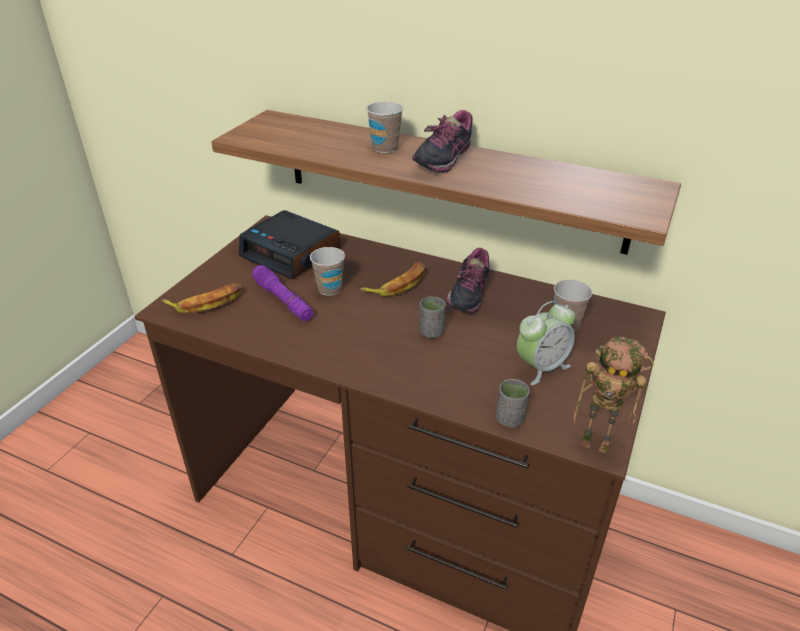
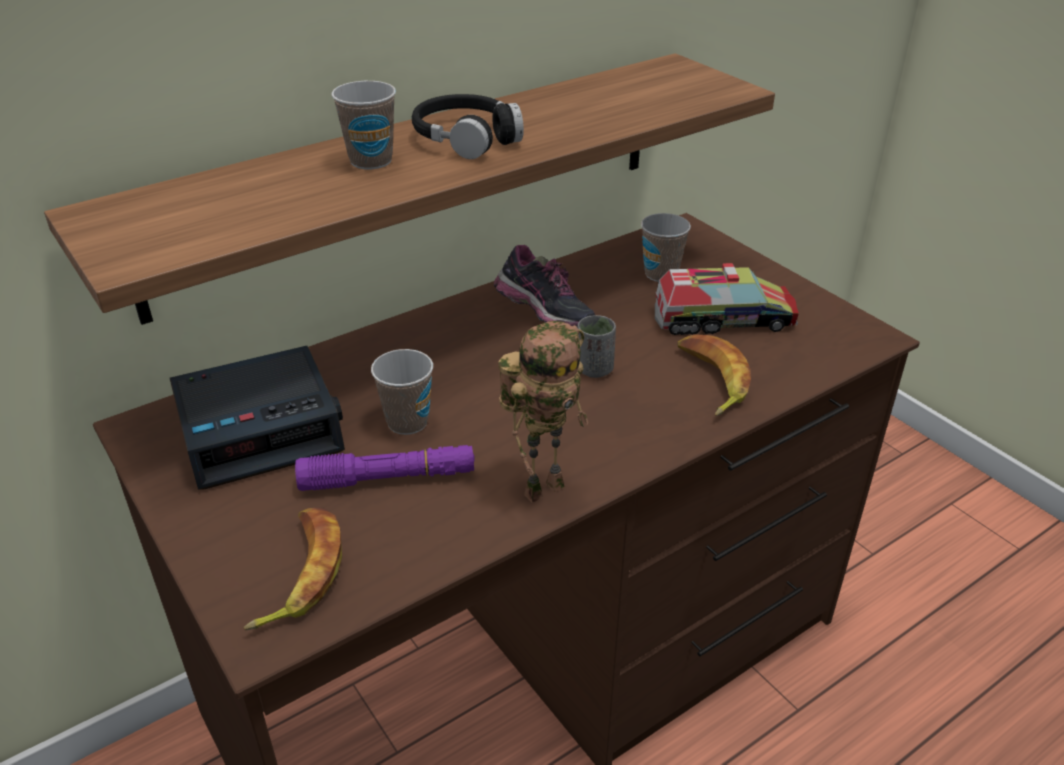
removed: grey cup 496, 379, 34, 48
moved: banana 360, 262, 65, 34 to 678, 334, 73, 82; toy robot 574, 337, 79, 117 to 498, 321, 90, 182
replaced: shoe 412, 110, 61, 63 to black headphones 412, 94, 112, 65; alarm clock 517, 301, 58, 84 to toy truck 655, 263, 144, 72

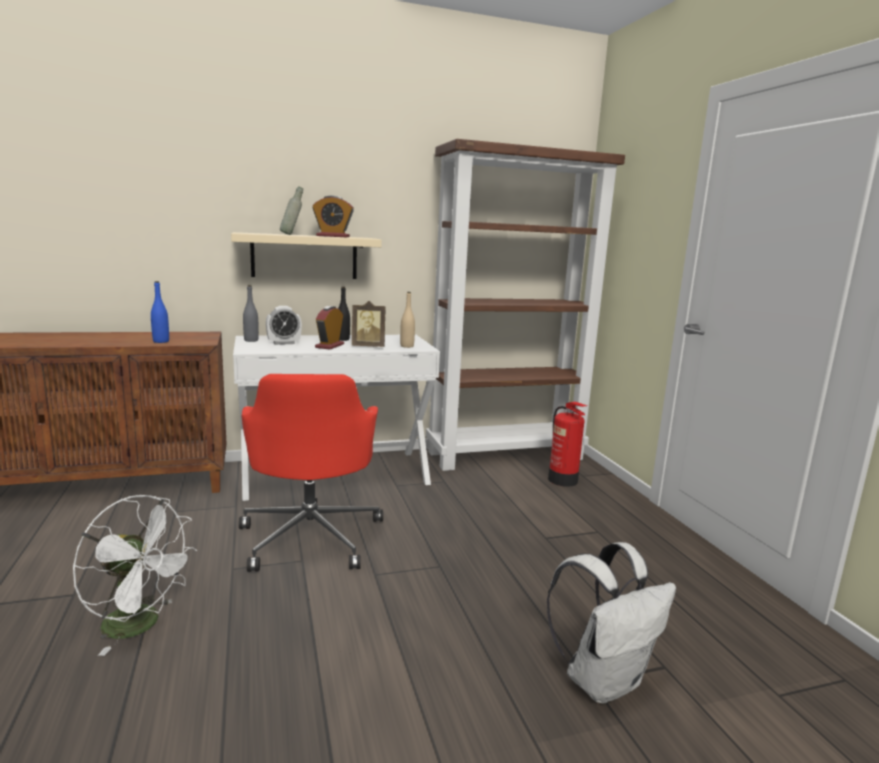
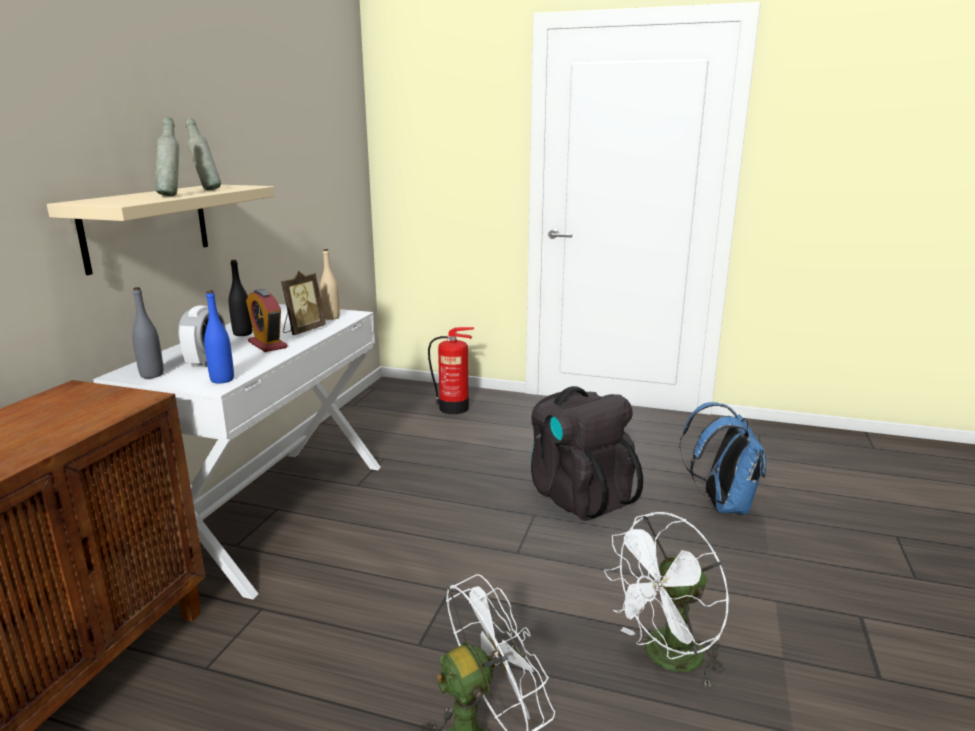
removed: red office chair 239, 374, 144, 198; brown bookcase 426, 139, 199, 332
added: black backpack 530, 386, 113, 135; white fan 604, 512, 125, 174
moved: blue bottle 151, 281, 18, 62 to 204, 291, 30, 93
replaced: alarm clock 312, 195, 42, 42 to grey bottle 185, 118, 36, 72
recoloured: white backpack 546, 542, 130, 162 to blue backpack 679, 402, 87, 113

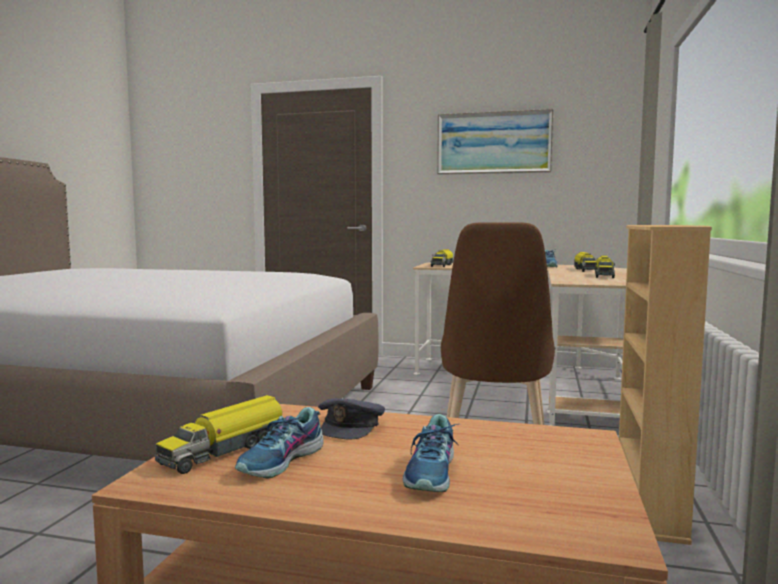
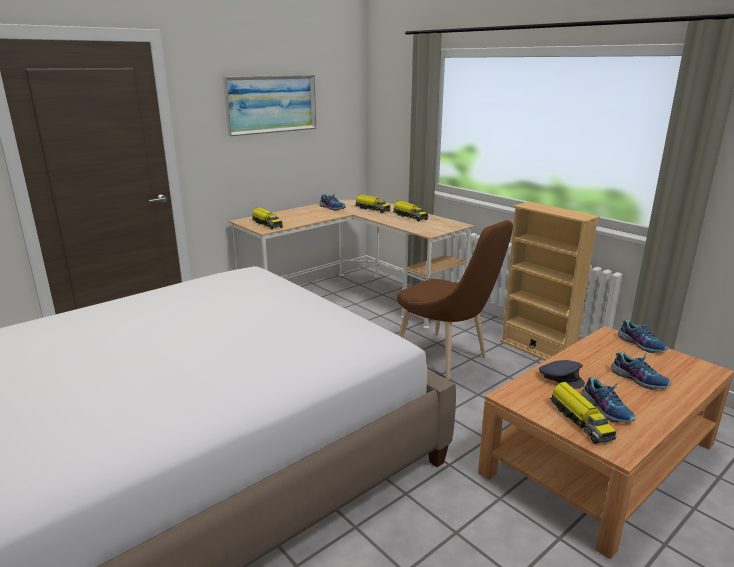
added: shoe 618, 320, 51, 33

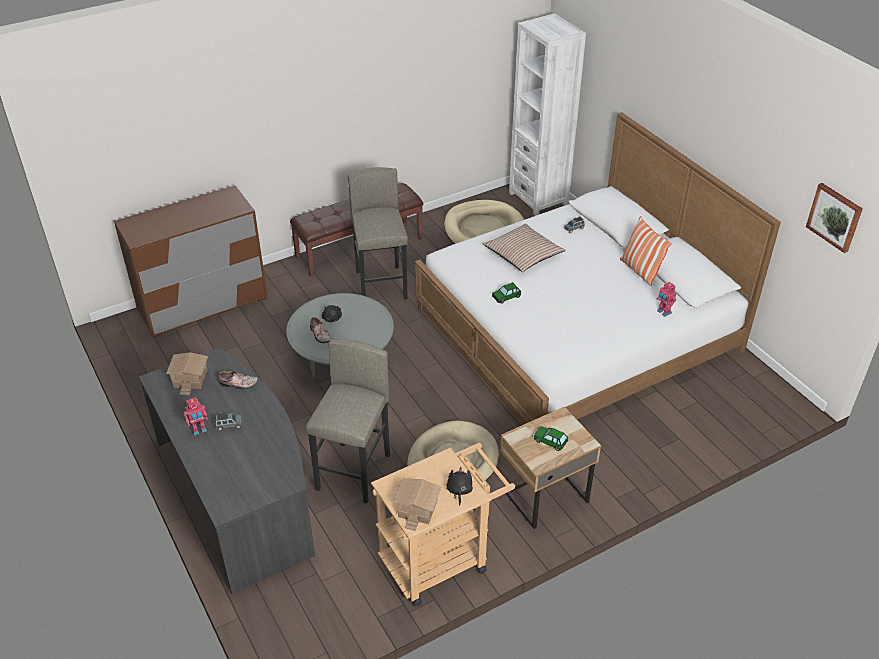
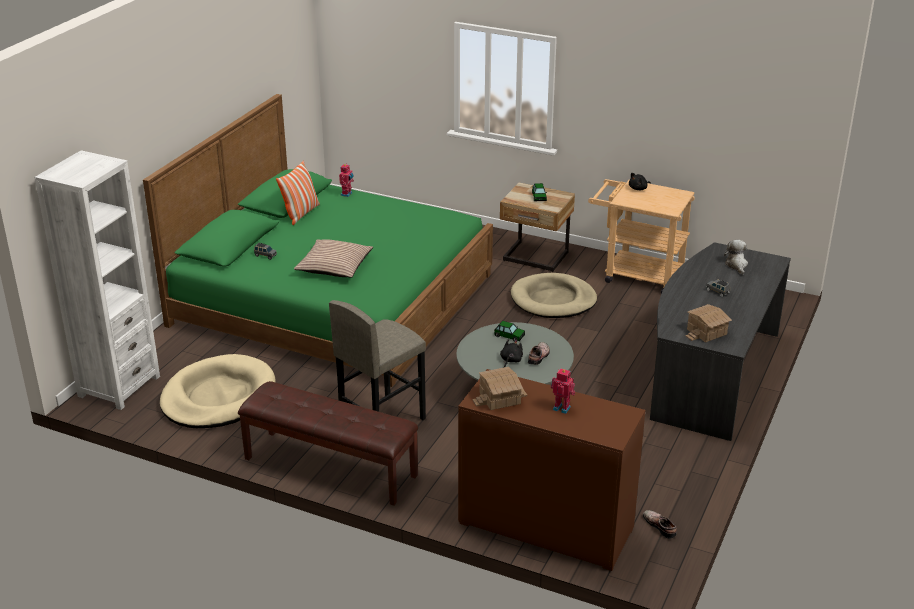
removed: grey stool 306, 339, 84, 164; picture 806, 183, 57, 70
added: plush toy 724, 240, 24, 35
moved: toy robot 184, 397, 24, 39 to 551, 368, 24, 46; shoe 218, 371, 40, 19 to 643, 510, 34, 29; toy house 393, 478, 49, 53 to 473, 367, 54, 43; toy car 492, 282, 29, 22 to 494, 321, 31, 21
recoloured: white bed 415, 112, 366, 313 to green bed 143, 94, 350, 293

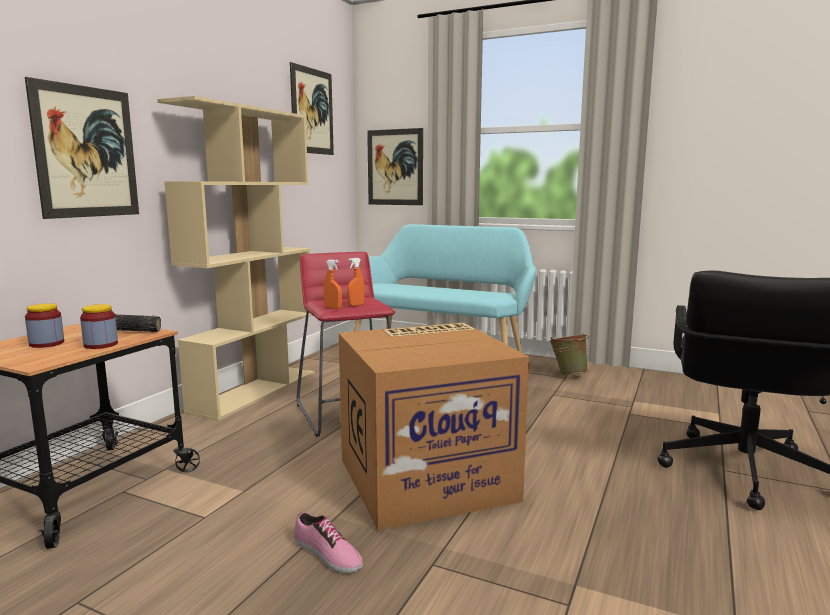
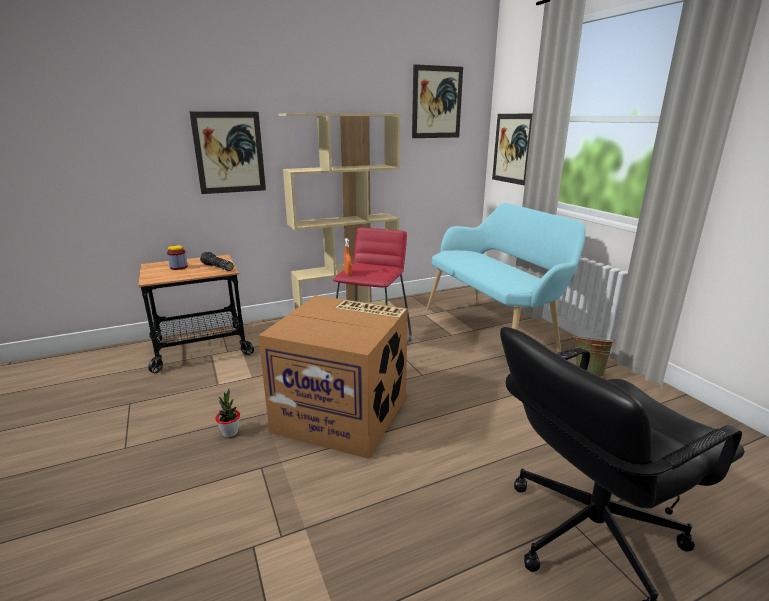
removed: jar 80, 304, 38, 45; orange spray bottle 347, 258, 18, 48
replaced: shoe 294, 512, 69, 61 to potted plant 215, 389, 25, 48

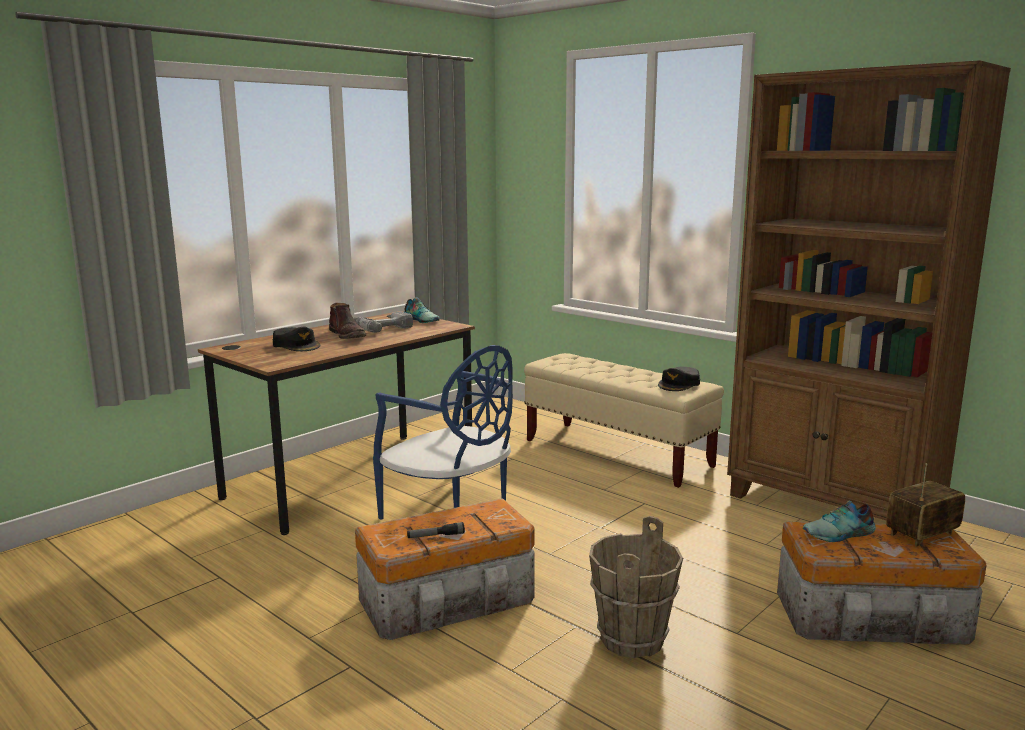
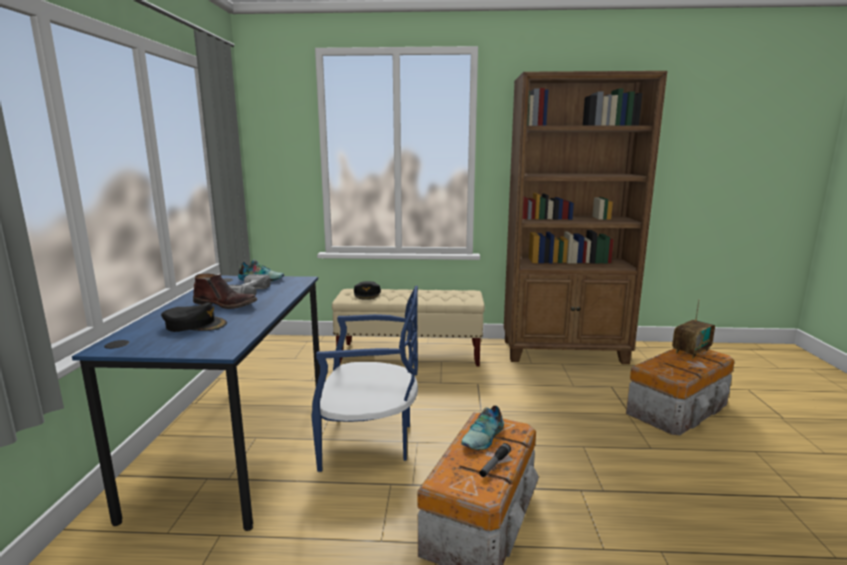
removed: brown bucket 589, 516, 94, 142
moved: black cap 658, 367, 42, 24 to 354, 281, 27, 19; shoe 803, 501, 73, 41 to 461, 405, 43, 45
recoloured: brown desk 198, 311, 277, 224 to blue desk 72, 276, 248, 255
turned: radio 886, 463, 79, 84 = 672, 299, 43, 59 150 degrees counterclockwise

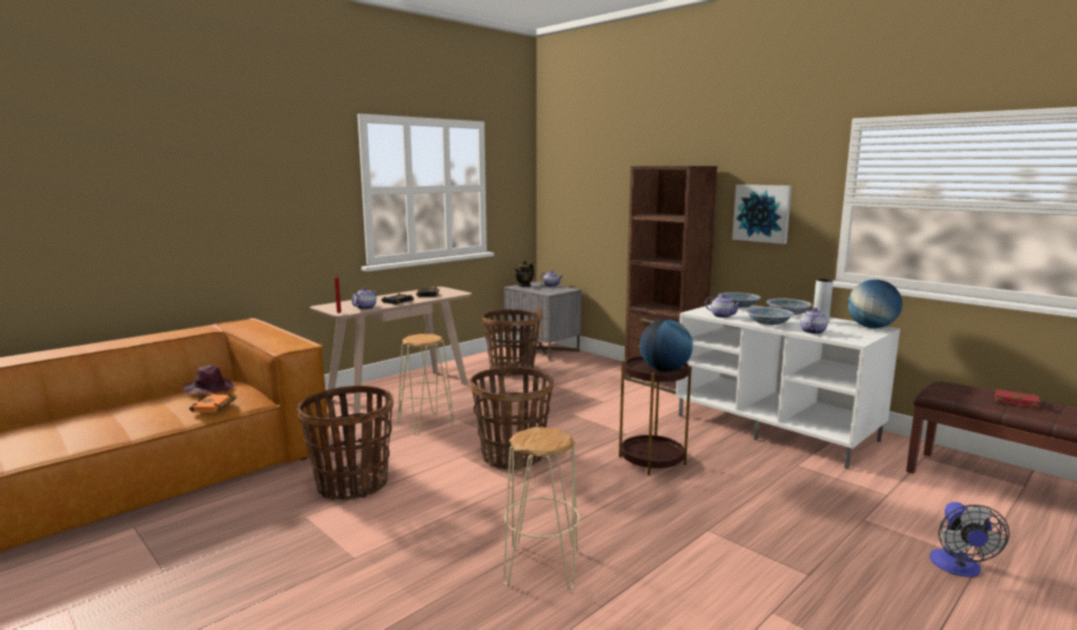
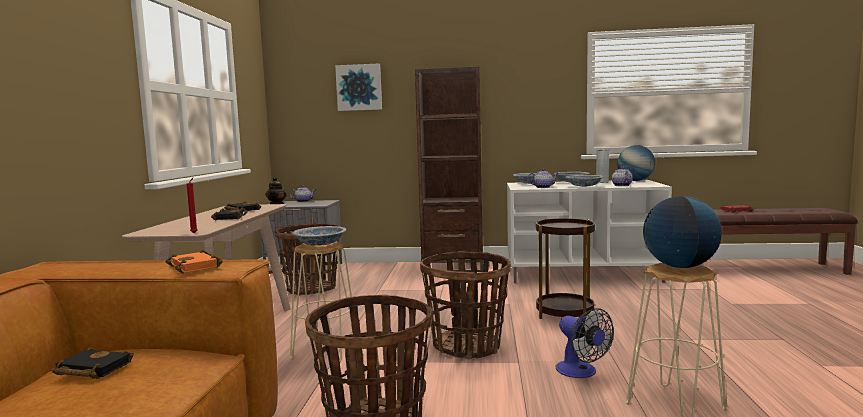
removed: teapot 352, 288, 26, 22
added: bowl 292, 226, 54, 20
moved: orange book 189, 394, 47, 19 to 166, 250, 57, 23; globe 640, 319, 53, 53 to 643, 196, 79, 72; picture 732, 184, 60, 60 to 335, 63, 47, 48; fan 930, 502, 80, 75 to 556, 308, 58, 70
replaced: purple hat 183, 365, 52, 30 to black book 52, 347, 82, 32

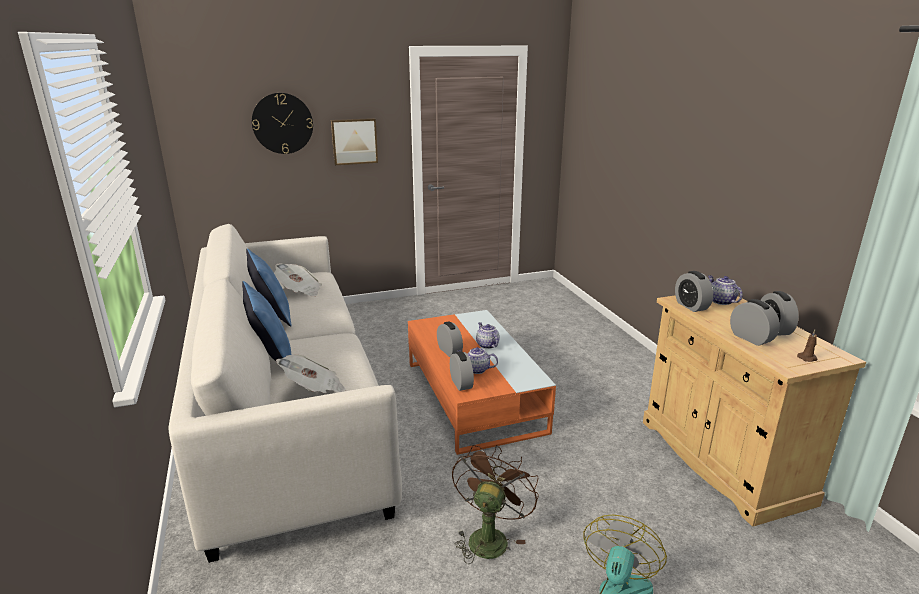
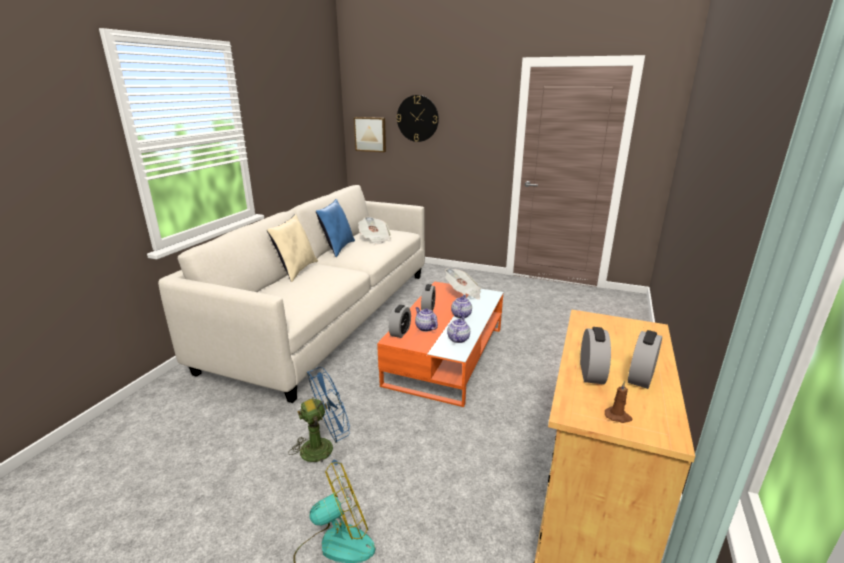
removed: alarm clock 675, 271, 38, 41
moved: newspaper 276, 355, 71, 38 to 445, 268, 36, 31; picture 331, 118, 47, 47 to 354, 117, 32, 35; teapot 708, 275, 35, 30 to 447, 316, 23, 27
recoloured: blue pillow 242, 281, 50, 81 to beige pillow 267, 214, 51, 68; brown fan 452, 445, 87, 119 to blue fan 288, 367, 62, 98

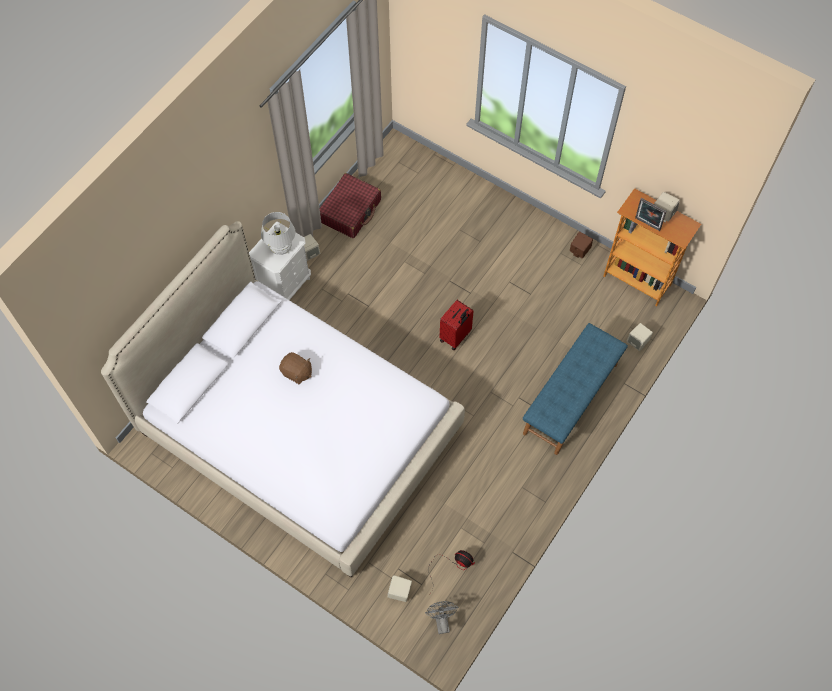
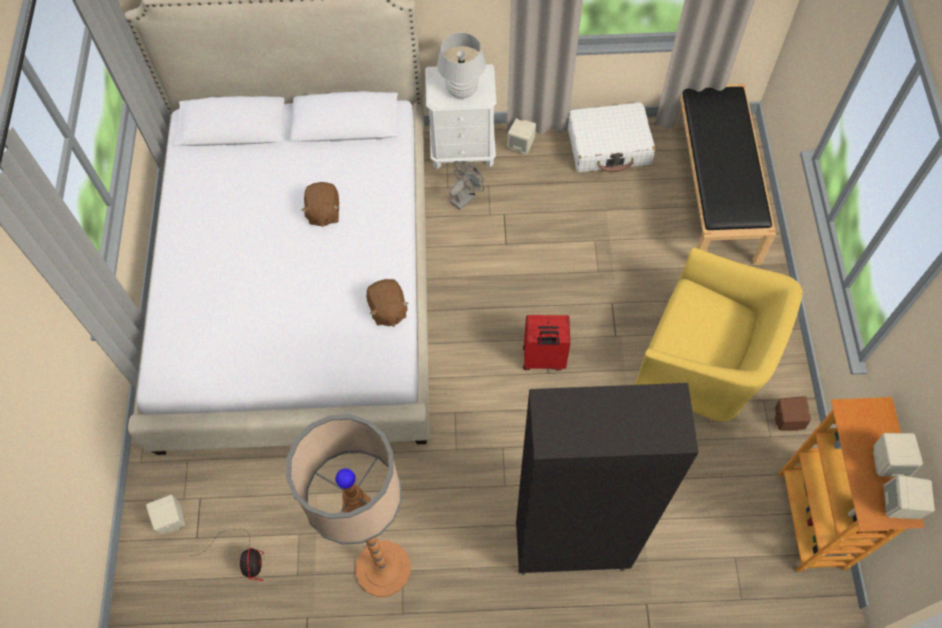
removed: picture frame 635, 198, 32, 33
added: floor lamp 286, 414, 125, 183; brown plush toy 366, 279, 43, 48; yellow armchair 635, 247, 168, 175; black bench 673, 83, 103, 182
moved: grey fan 425, 601, 33, 33 to 449, 161, 35, 49; beige speaker 627, 323, 26, 28 to 884, 475, 51, 44
replaced: blue bench 523, 323, 105, 132 to black cabinet 516, 383, 183, 192
recoloured: red suitcase 319, 173, 62, 65 to white suitcase 568, 102, 87, 71

